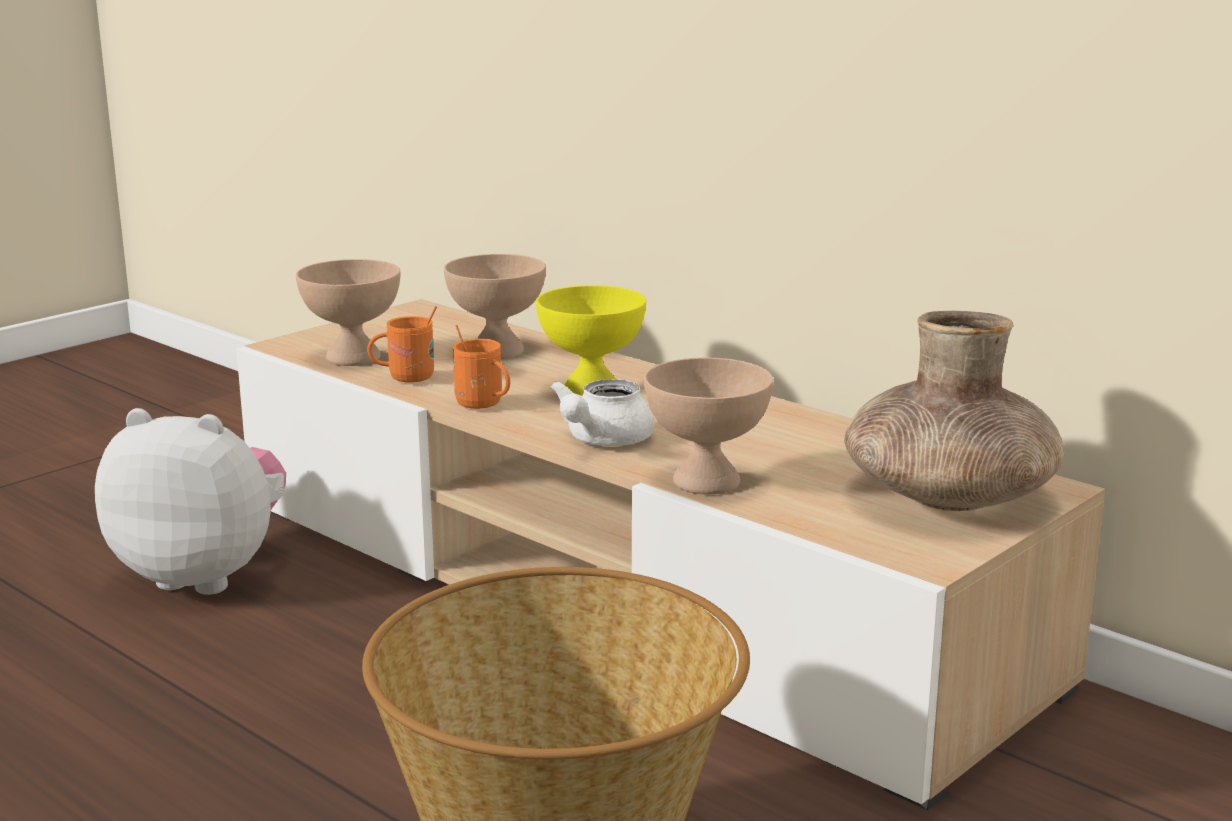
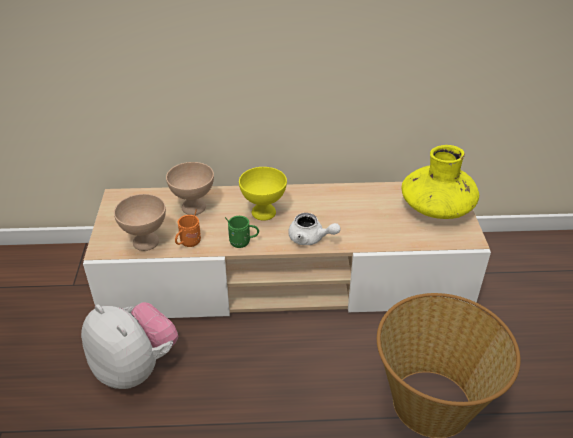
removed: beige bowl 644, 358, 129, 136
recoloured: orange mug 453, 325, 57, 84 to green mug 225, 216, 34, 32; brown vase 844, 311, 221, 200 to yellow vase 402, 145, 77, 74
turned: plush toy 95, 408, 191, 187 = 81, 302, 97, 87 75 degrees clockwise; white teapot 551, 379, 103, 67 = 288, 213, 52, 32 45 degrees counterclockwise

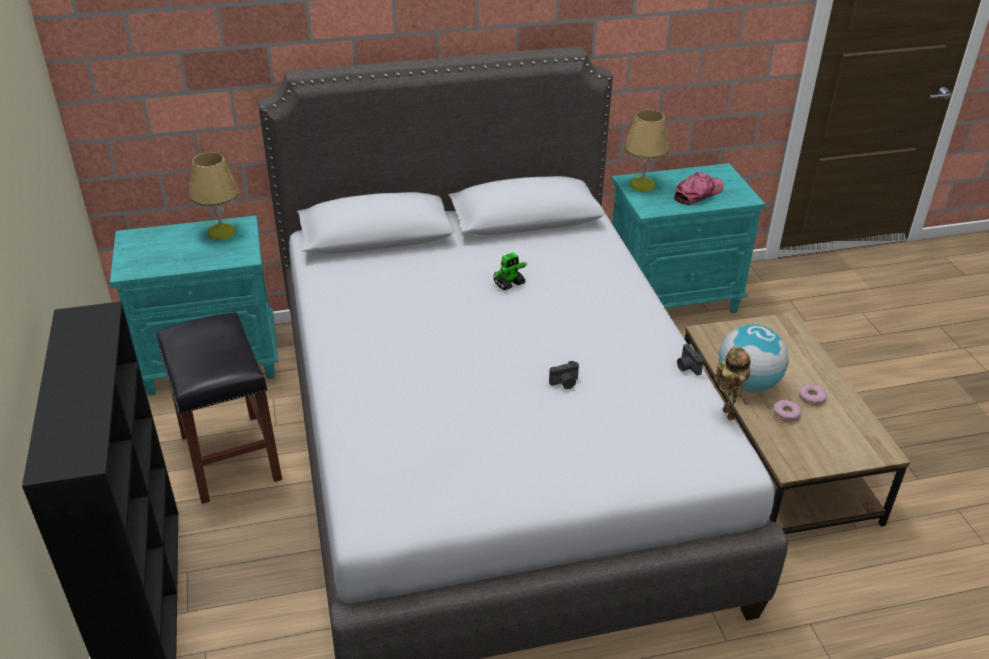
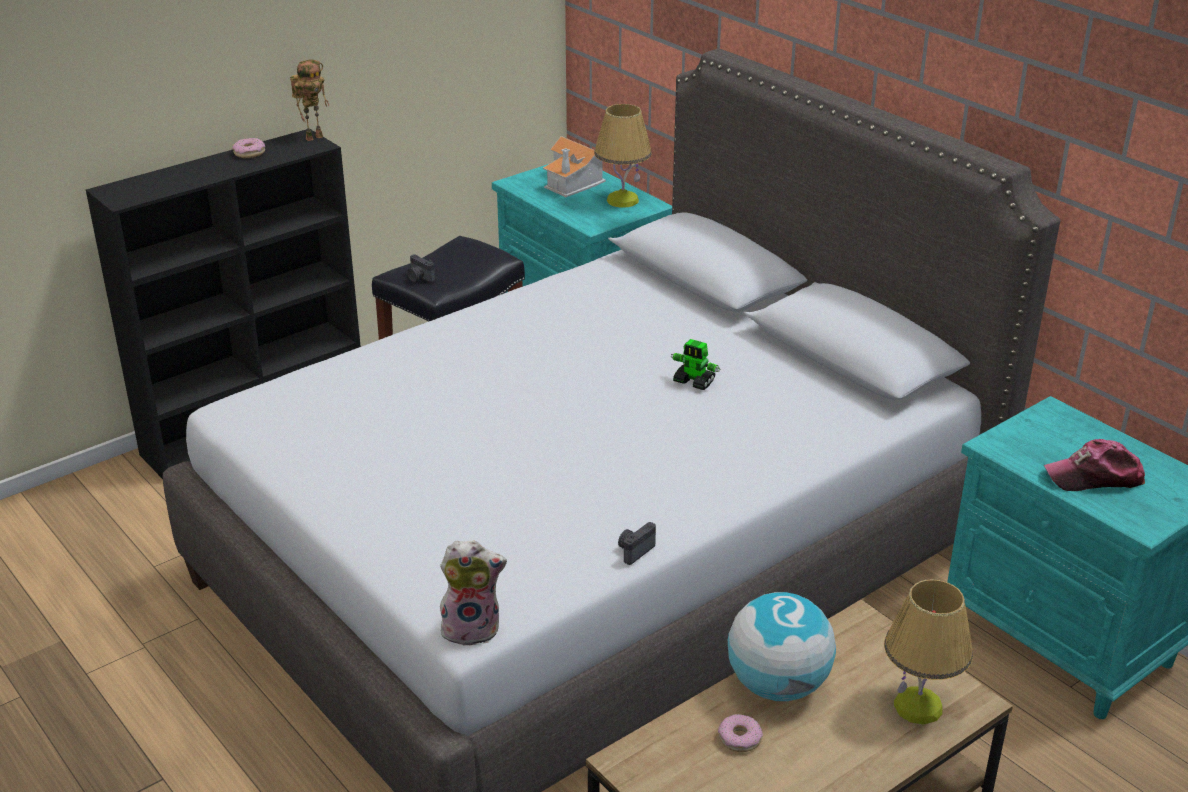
added: plush toy 440, 540, 67, 106; toy house 543, 136, 63, 61
moved: photo camera 549, 361, 30, 28 to 407, 254, 28, 29; table lamp 624, 110, 46, 82 to 884, 579, 89, 146; toy robot 714, 347, 37, 74 to 290, 60, 39, 81; donut 799, 384, 28, 22 to 232, 138, 33, 20
turned: cap 674, 172, 50, 33 = 1044, 439, 101, 52 150 degrees clockwise

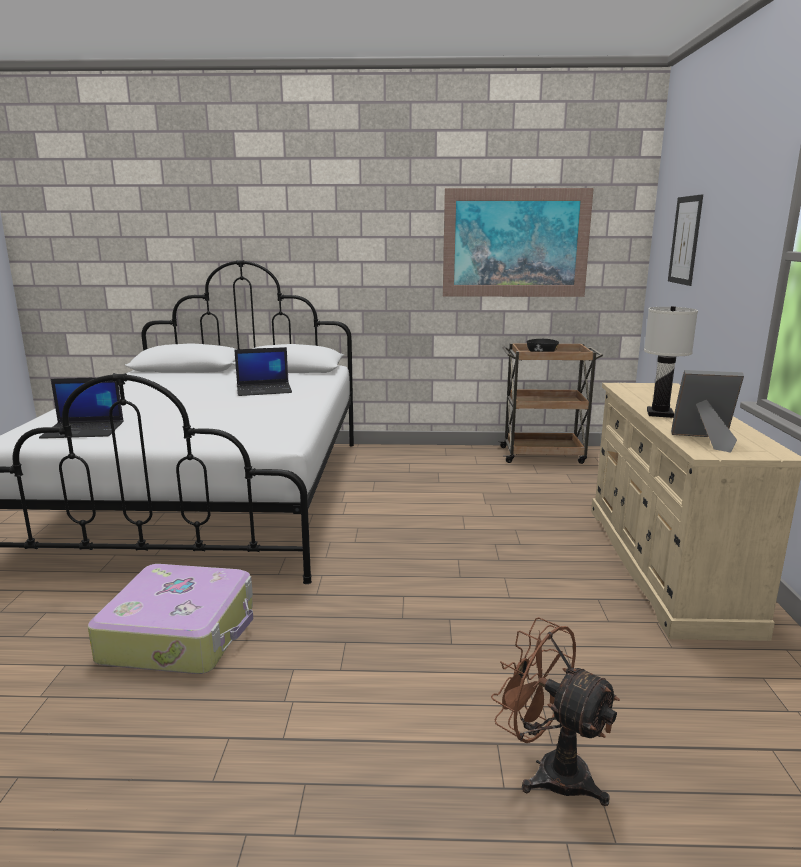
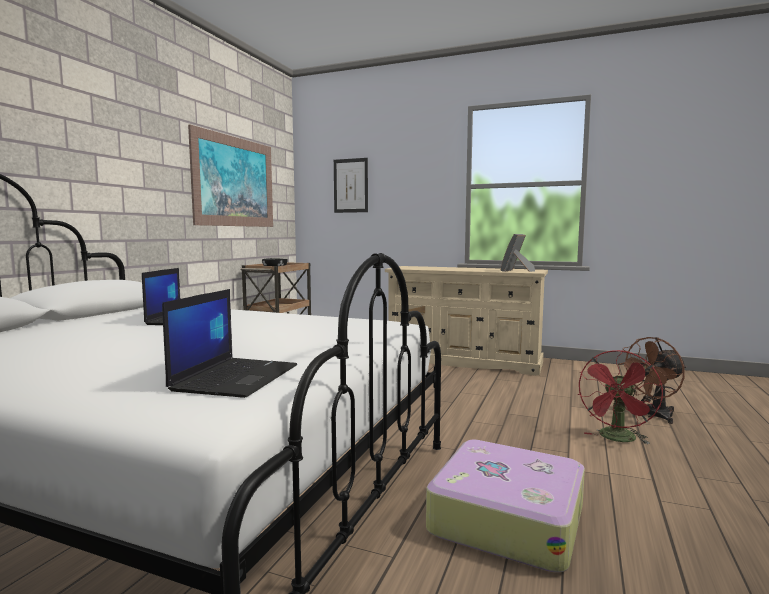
removed: white table lamp 644, 306, 54, 112
added: red fan 577, 350, 86, 94

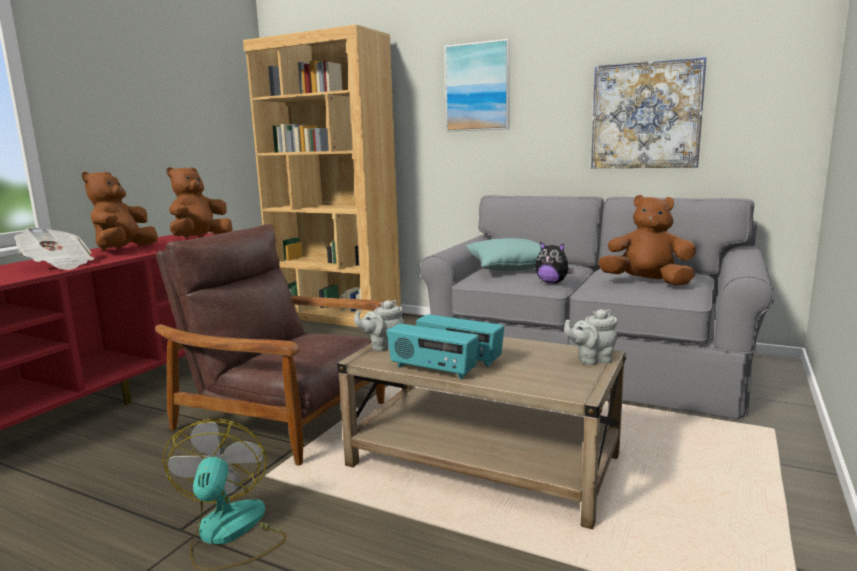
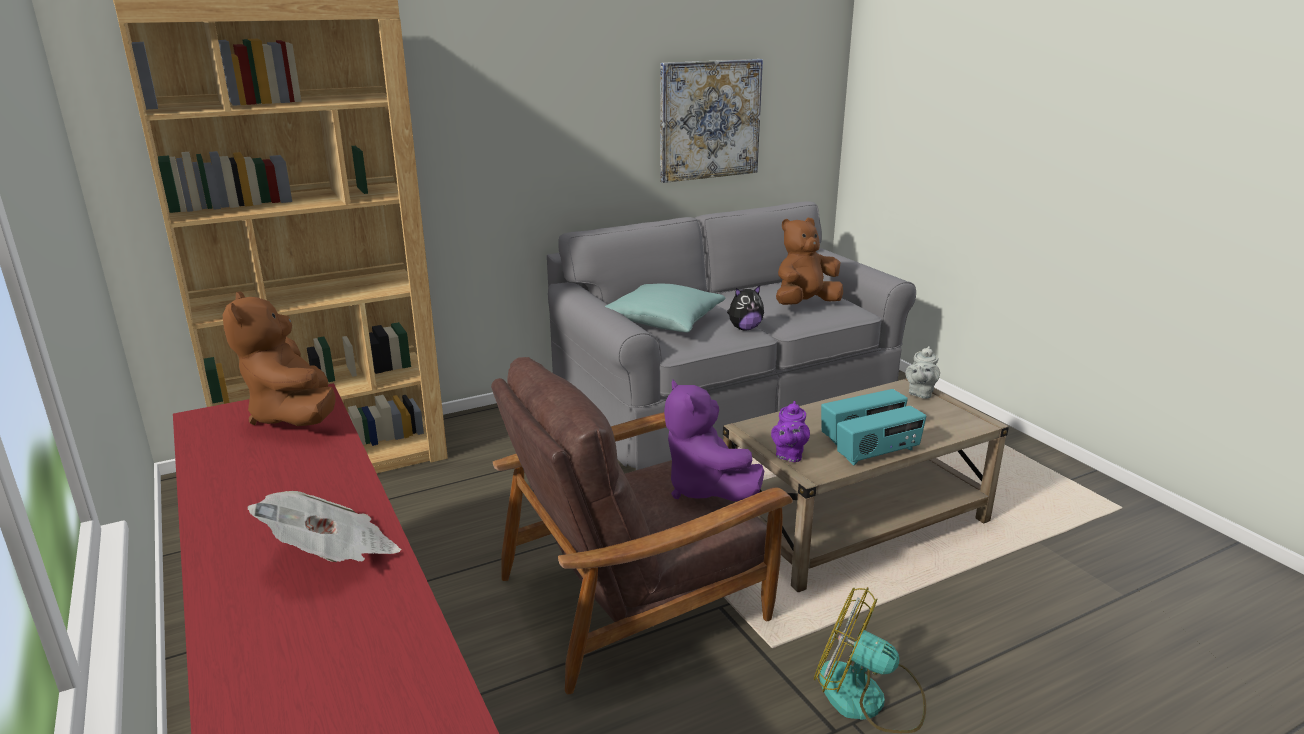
removed: brown plush toy 82, 171, 76, 79; picture 444, 39, 66, 93
added: purple plush toy 664, 380, 100, 121
recoloured: grey teapot 354, 300, 50, 51 to purple teapot 771, 401, 39, 61

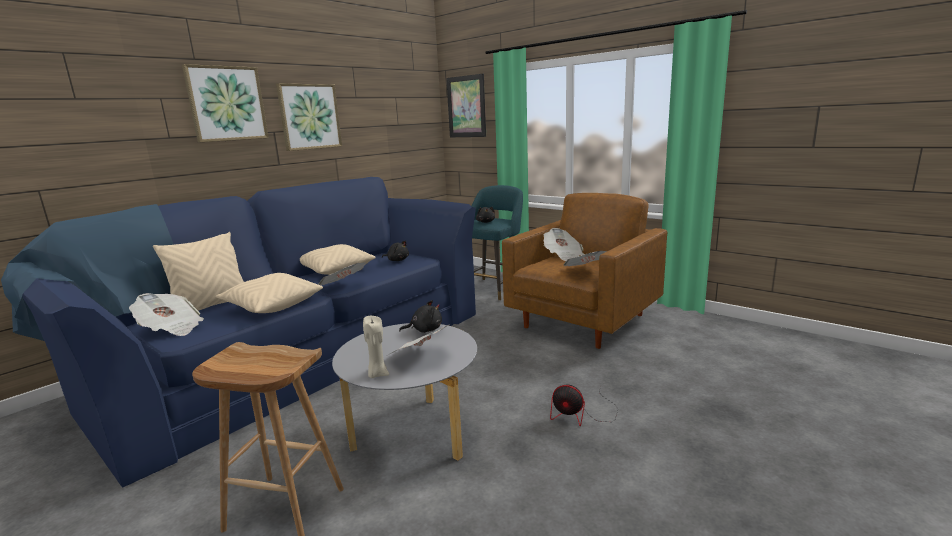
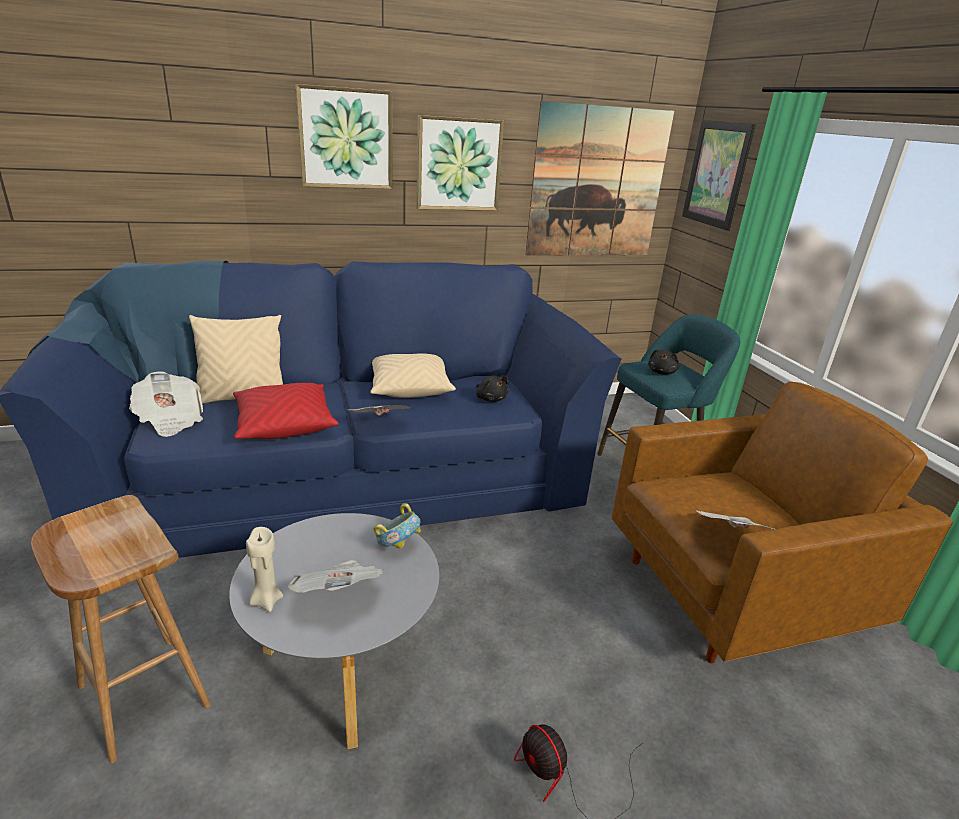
removed: newspaper 543, 228, 41, 33
added: picture 525, 101, 149, 155
replaced: black plush toy 399, 300, 43, 33 to bowl 374, 503, 47, 46
recoloured: beige pillow 216, 273, 107, 40 to red pillow 233, 383, 106, 56

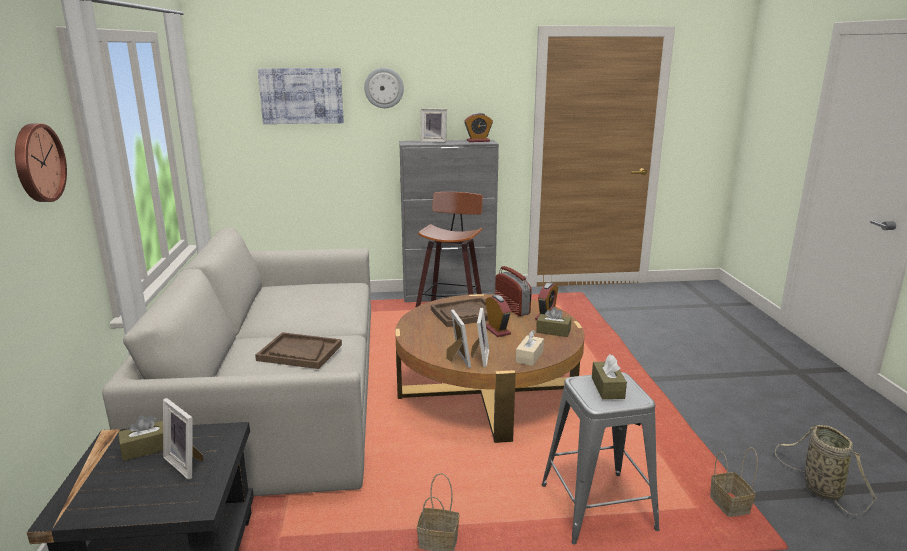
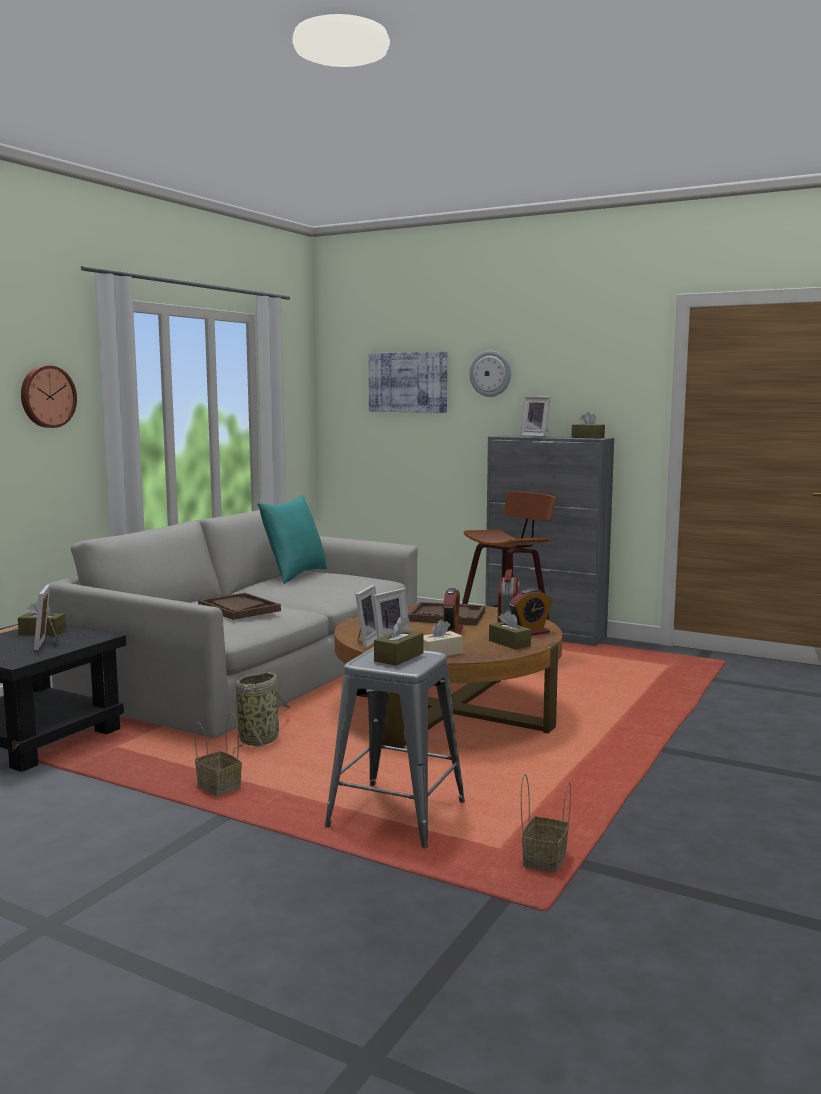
added: turquoise pillow 257, 495, 70, 89
moved: basket 775, 425, 101, 90 to 232, 672, 58, 80
replaced: alarm clock 464, 113, 29, 29 to brown tissue box 571, 412, 34, 26

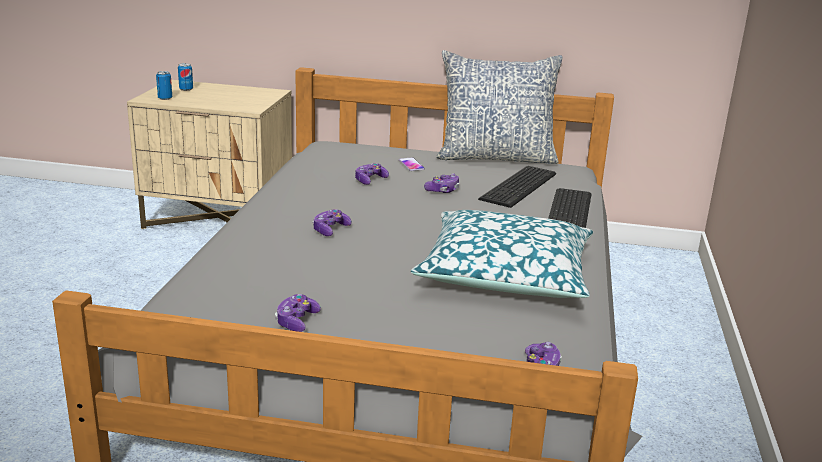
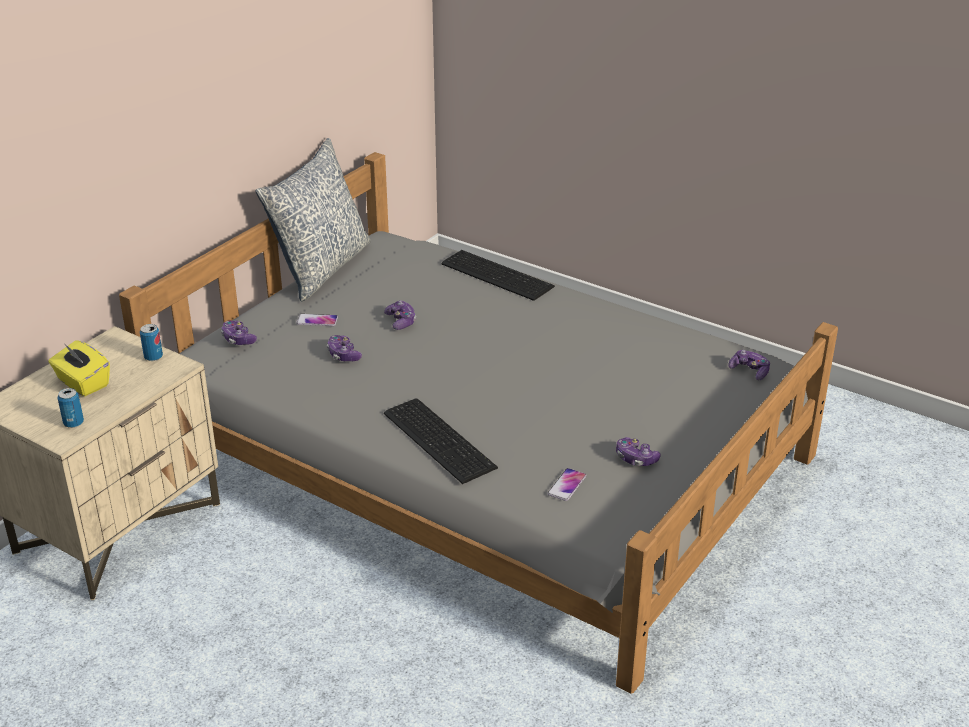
removed: pillow 411, 210, 182, 88
added: yellow tissue box 48, 340, 62, 57; phone 547, 468, 39, 33
moved: can 178, 63, 15, 28 to 140, 324, 23, 37; game controller 313, 209, 39, 27 to 221, 321, 36, 24; keyboard 478, 166, 78, 42 to 384, 398, 114, 86

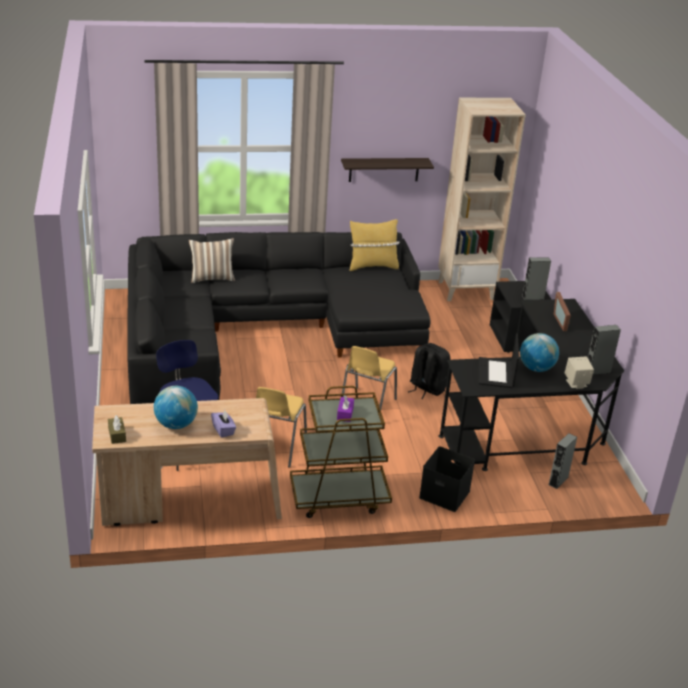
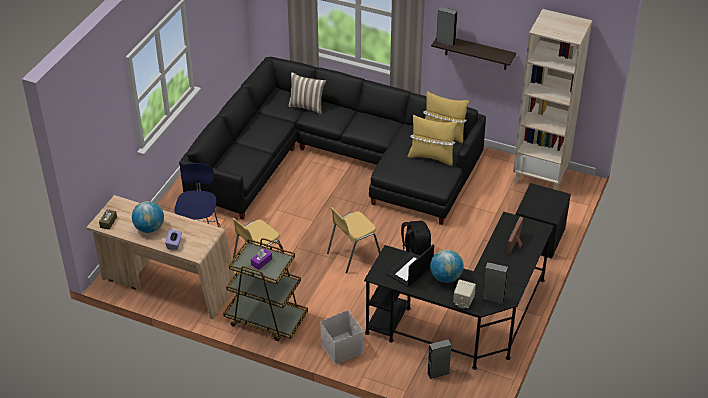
added: yellow pillow 407, 115, 50, 51
moved: grey speaker 522, 257, 29, 43 to 436, 7, 22, 40
recoloured: black storage box 419, 446, 56, 66 to white storage box 320, 310, 43, 54

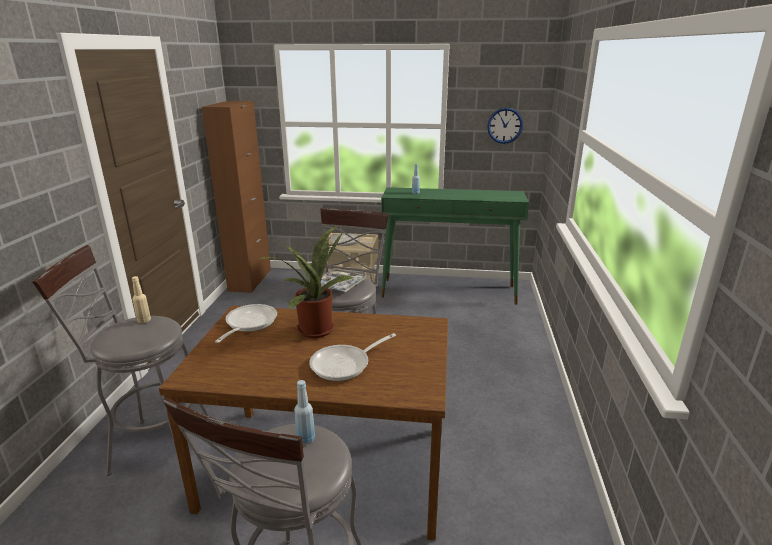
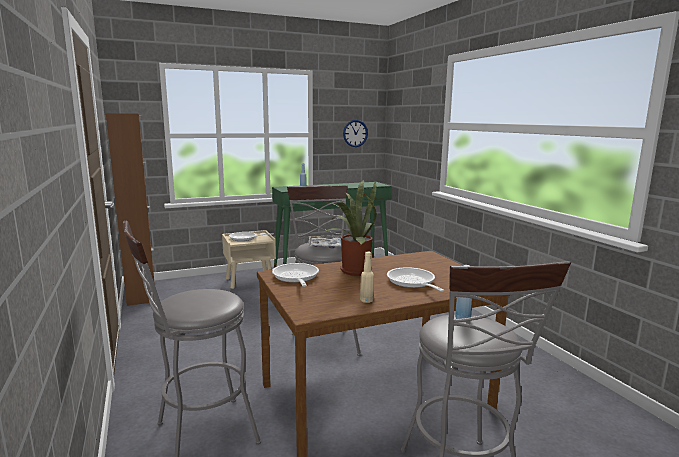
moved: beige bottle 132, 276, 19, 47 to 360, 251, 14, 52
turned: frying pan 309, 333, 87, 48 = 387, 267, 57, 25 135 degrees clockwise

